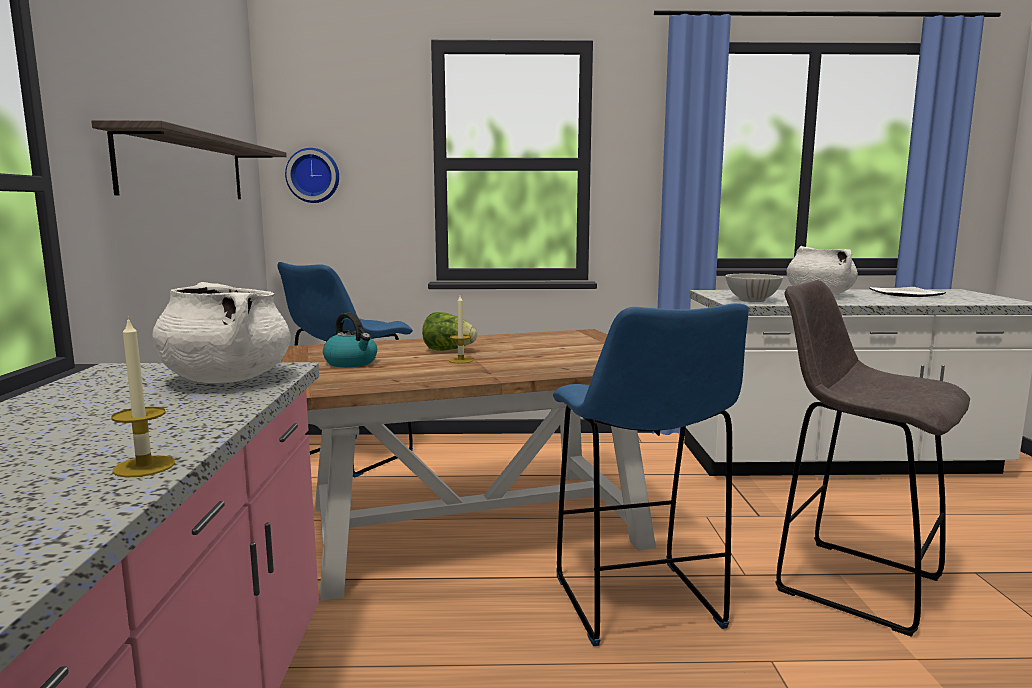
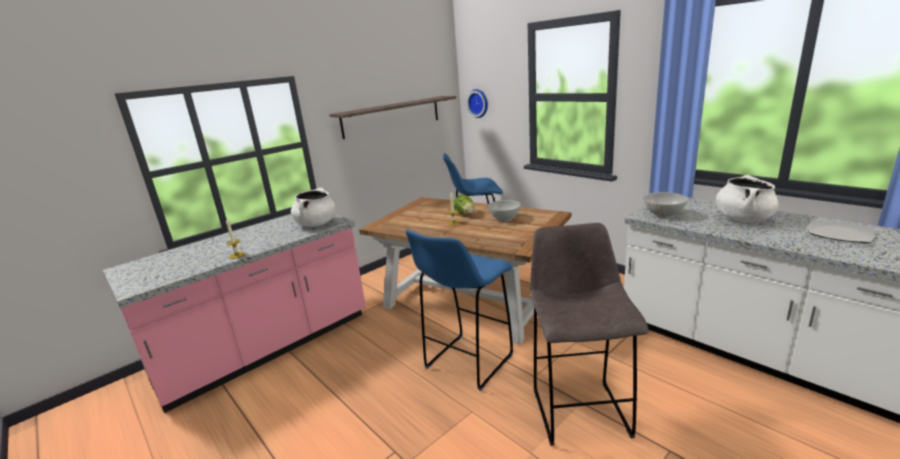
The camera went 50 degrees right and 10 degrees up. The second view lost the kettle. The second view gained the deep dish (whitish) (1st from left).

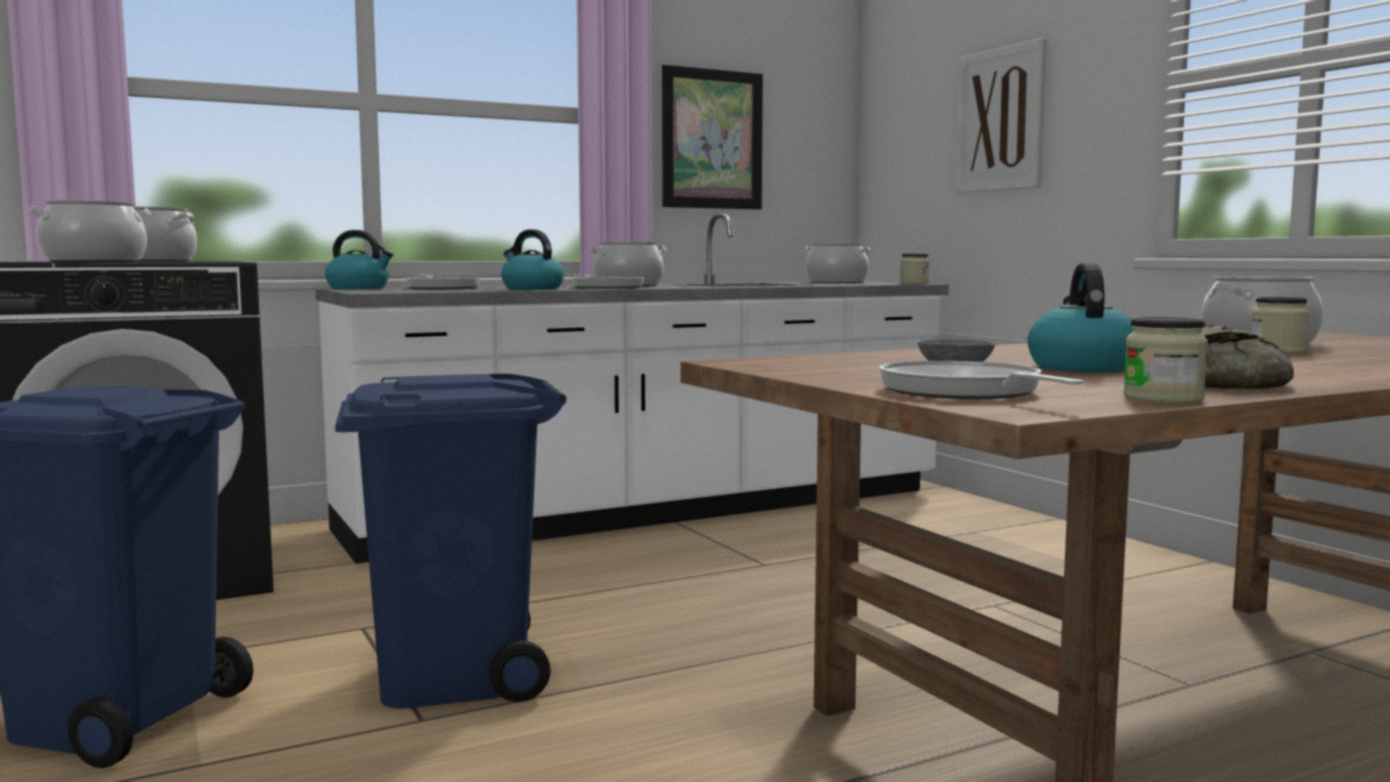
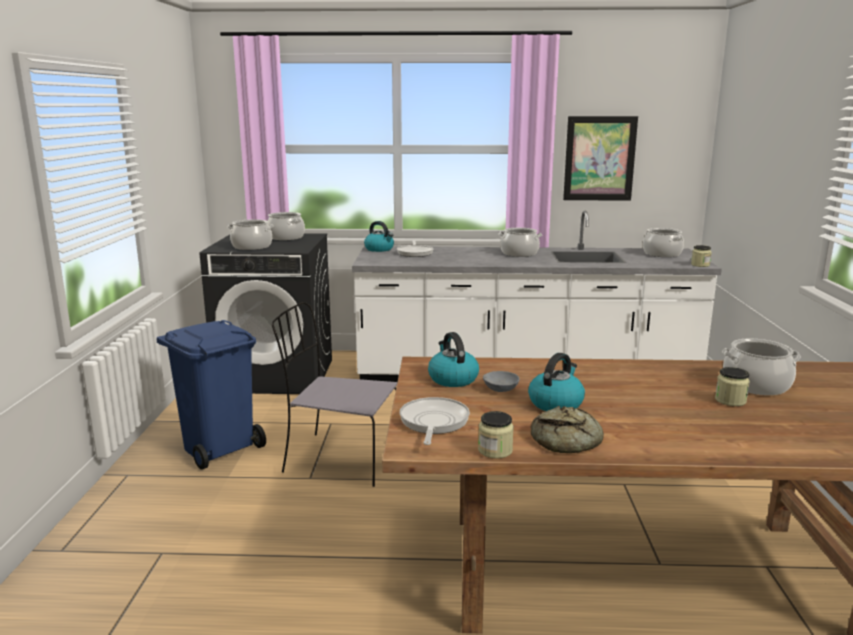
The camera went 30 degrees right and 10 degrees up. Where the rubbish bin (blue-coloured) (2nd from left) stood, the plain chair (greyish) came to stand. The kettle (2nd from left) ended up elsewhere. The second view lost the pan (2nd from left). The second view lost the wall picture (2nd from left).

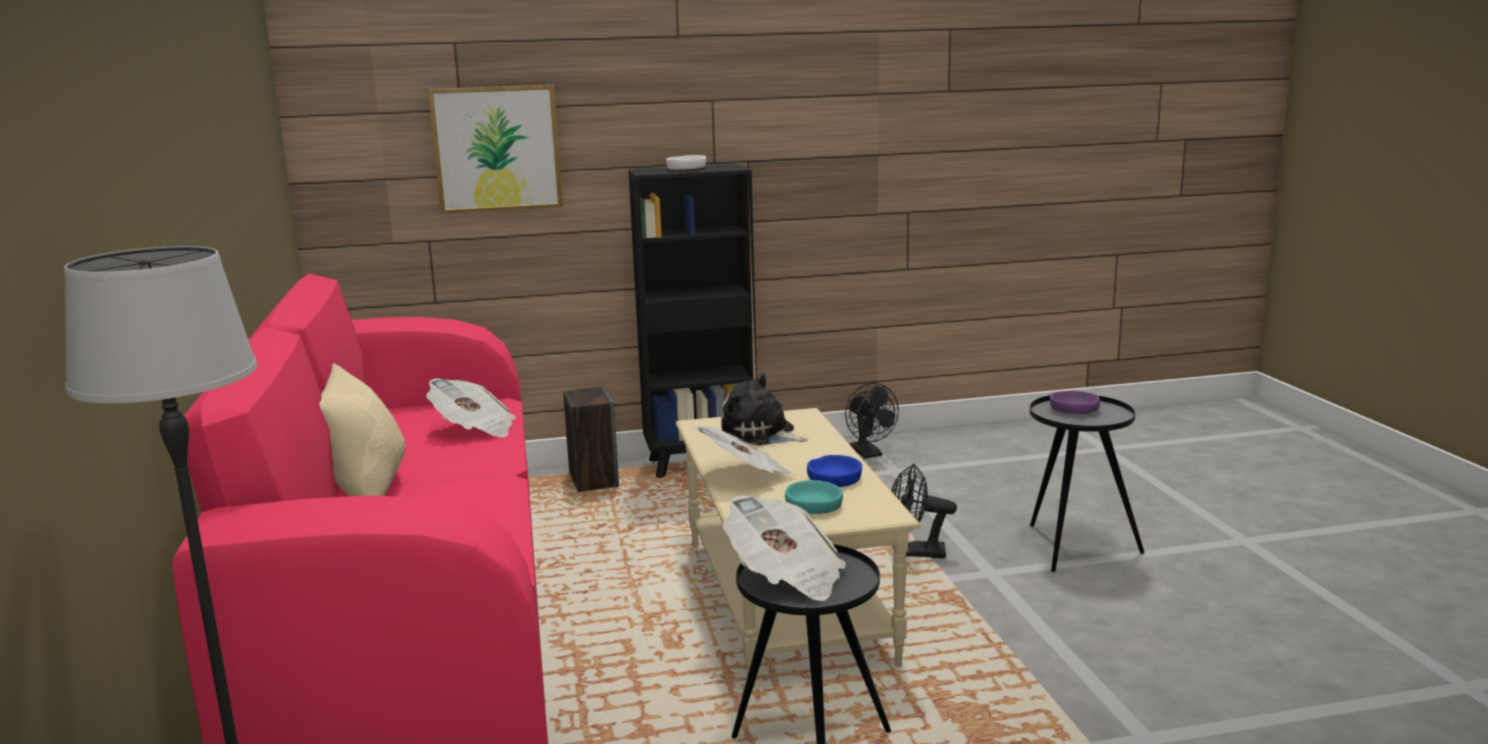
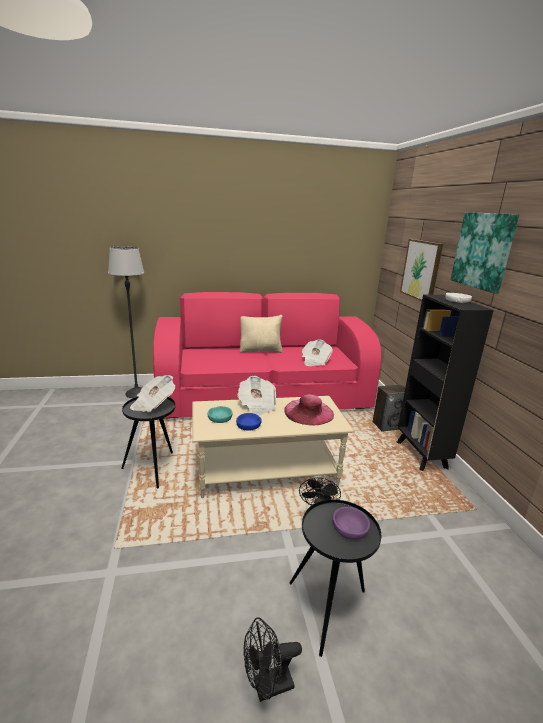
The camera went 90 degrees right and 5 degrees up. Where the soft toy stood, the hat (pink-coloured) came to stand. The fan (black) (1st from left) ended up elsewhere. The second view gained the wall picture (2nd from left).

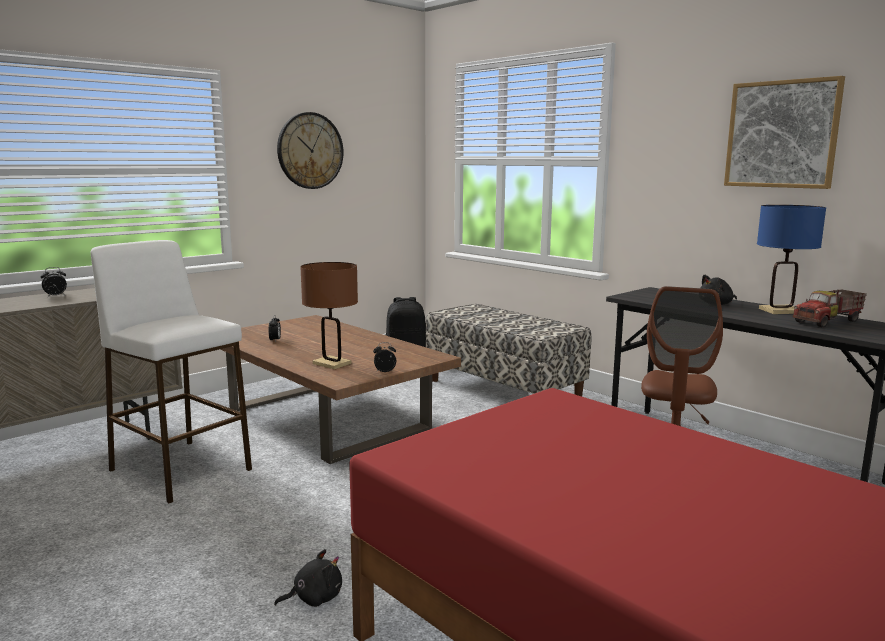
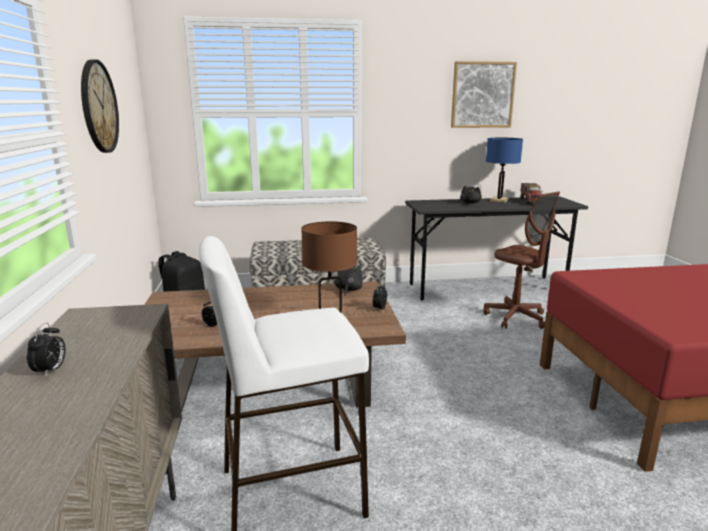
The camera went 55 degrees left and 5 degrees up. The soft toy (black) (1st from left) ended up elsewhere.

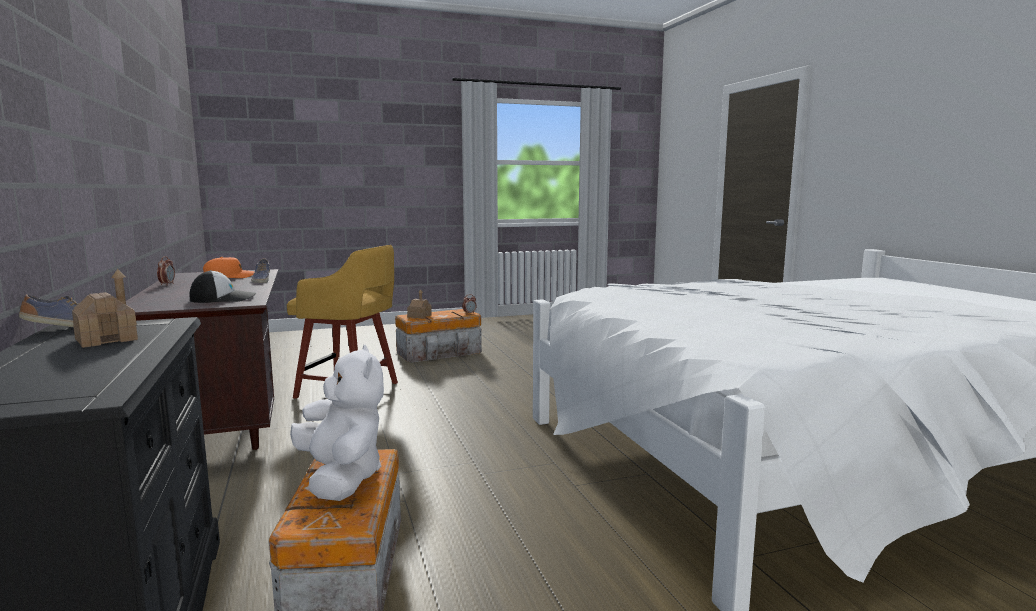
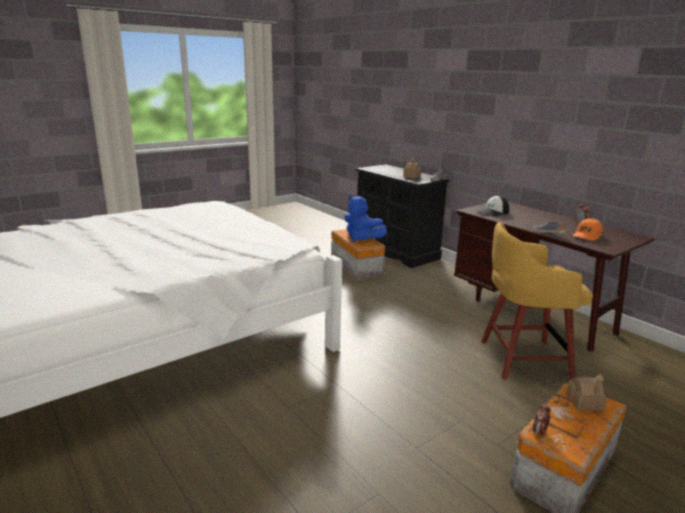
The camera went 160 degrees right and 10 degrees up. What was the soft toy (whitish) turned into the soft toy (blue-coloured).

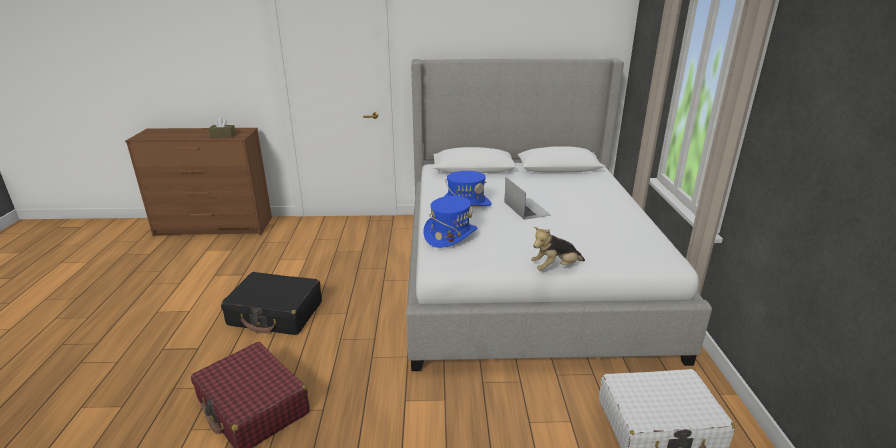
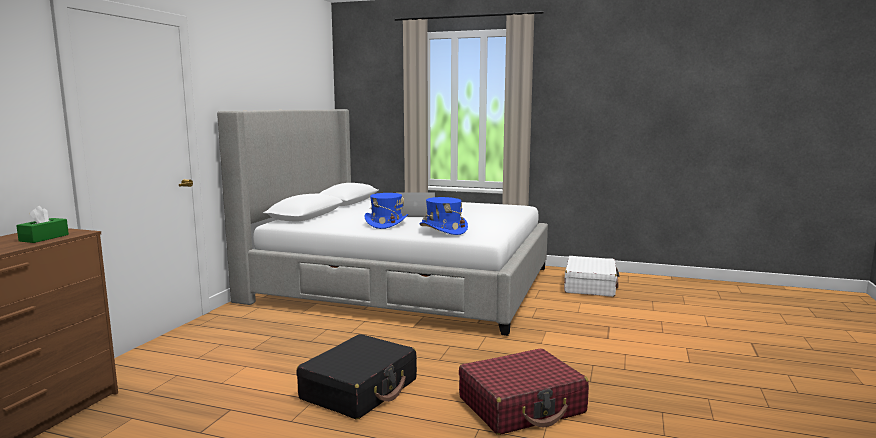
The camera went 70 degrees left and 15 degrees down. What was the tissue holder (brown) turned into the tissue holder (green-coloured). The second view lost the soft toy.

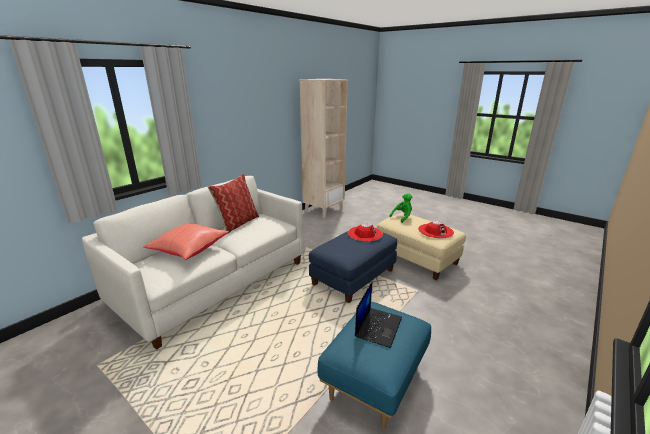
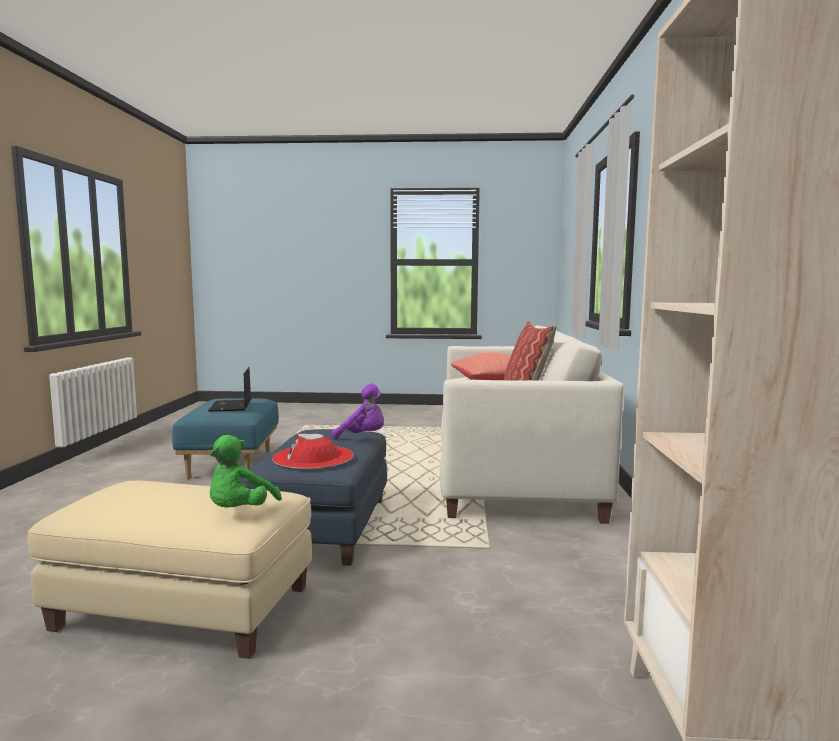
The camera went 145 degrees right and 15 degrees down. The second view lost the hat (red) (2nd from left). The second view gained the soft toy (purple).

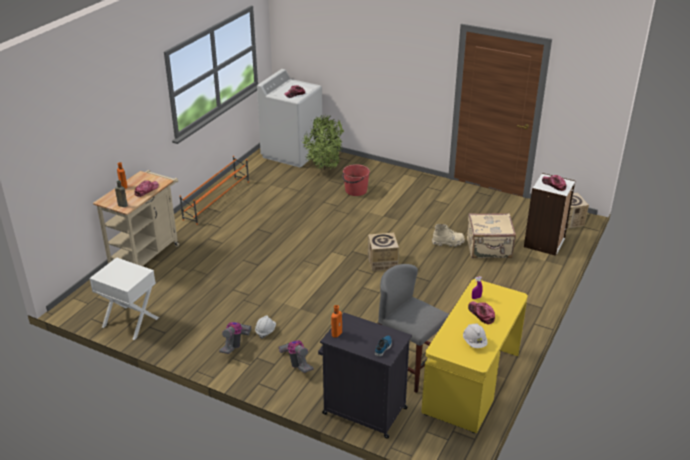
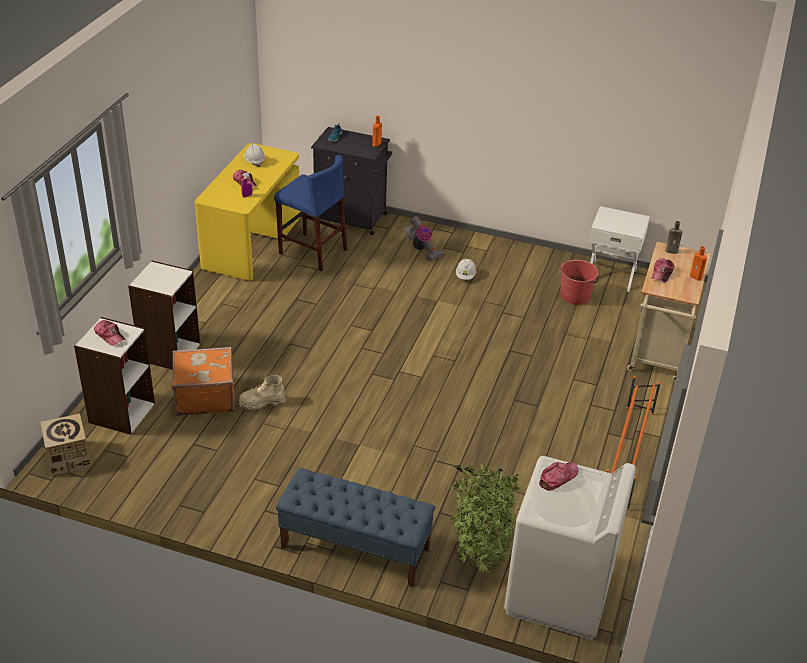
The camera went 170 degrees right and 5 degrees up. The second view lost the vacuum (1st from left). The water bucket (red) ended up elsewhere. The second view lost the cardboard box (1st from left). What was the stool seat (greyish) turned into the stool seat (blue-coloured). What was the suitcase (beige) turned into the suitcase (orange). The second view gained the bookcase (whitish) (2nd from left). The second view gained the bench (blue-coloured).

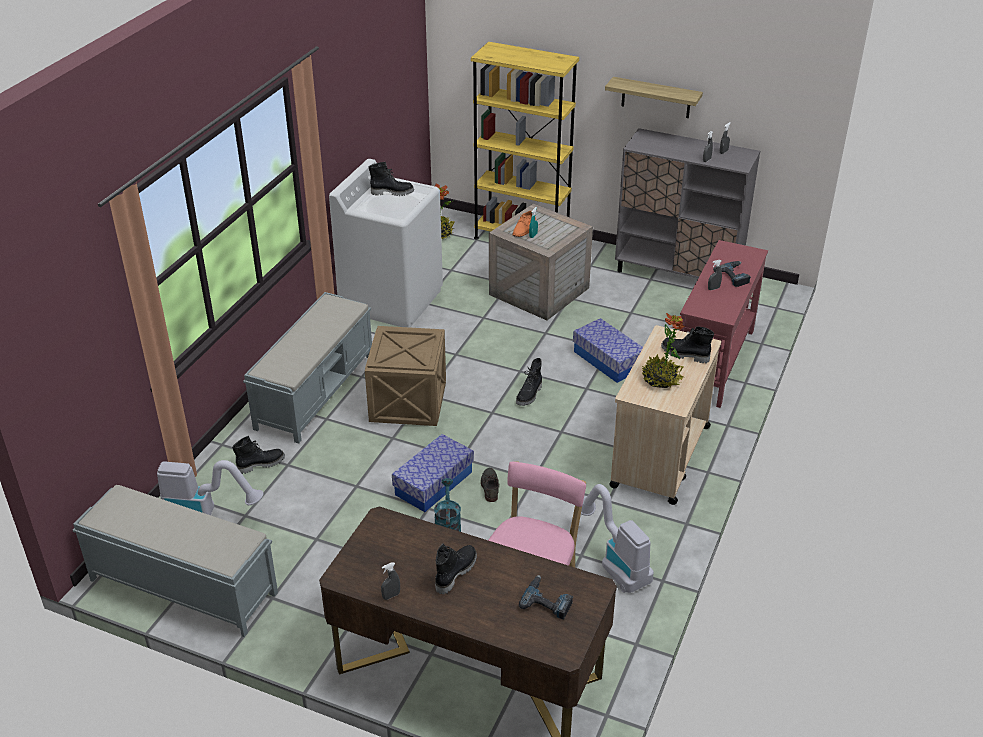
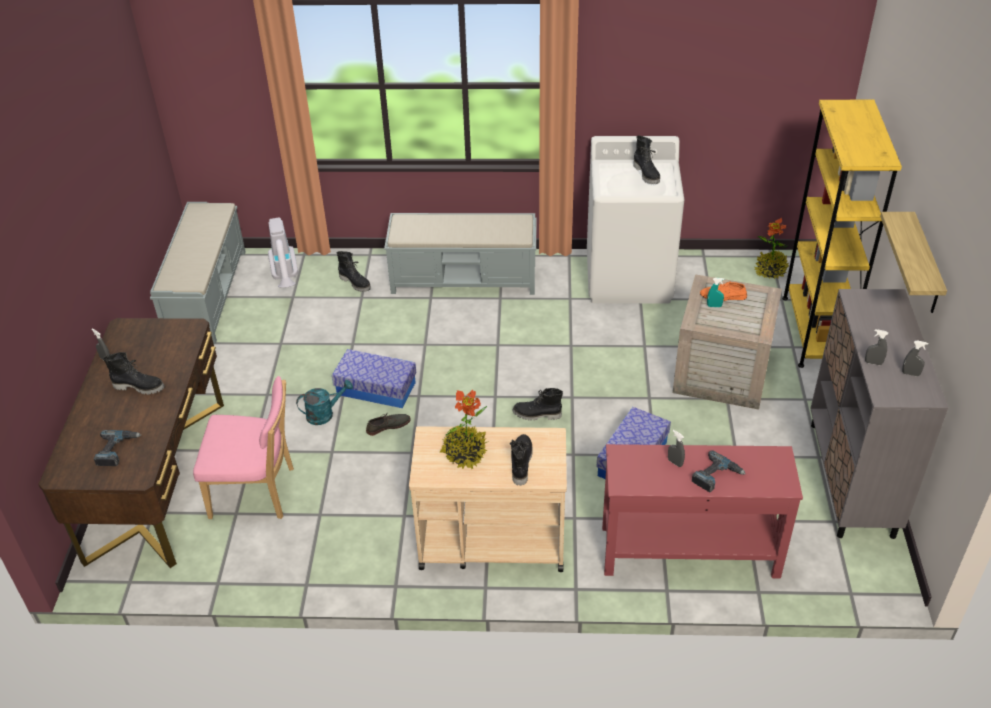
The camera went 70 degrees right and 5 degrees up. The second view lost the crate (1st from left). The second view lost the vacuum (2nd from left).

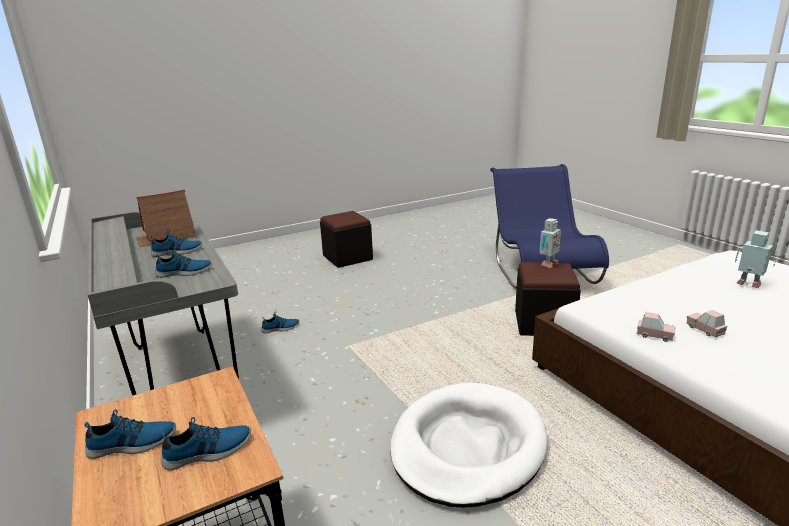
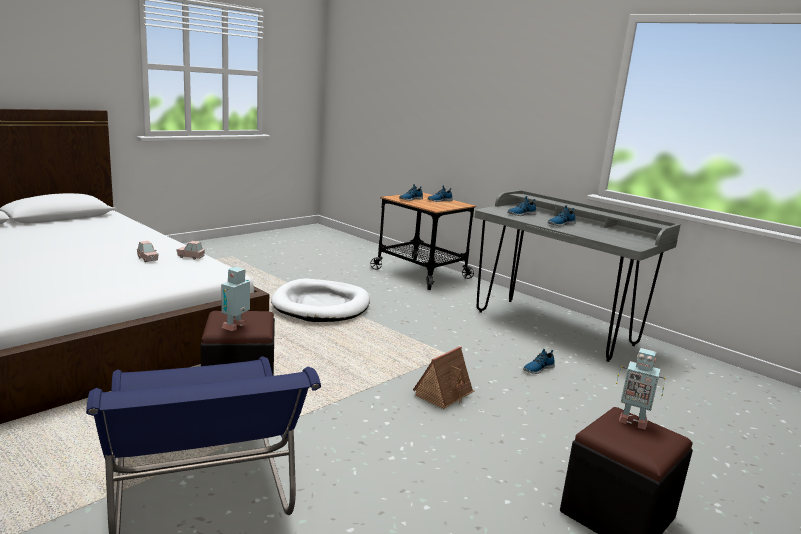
The camera went 160 degrees right and 5 degrees down. The miniature house ended up elsewhere. The robot figure (2nd from left) ended up elsewhere.

